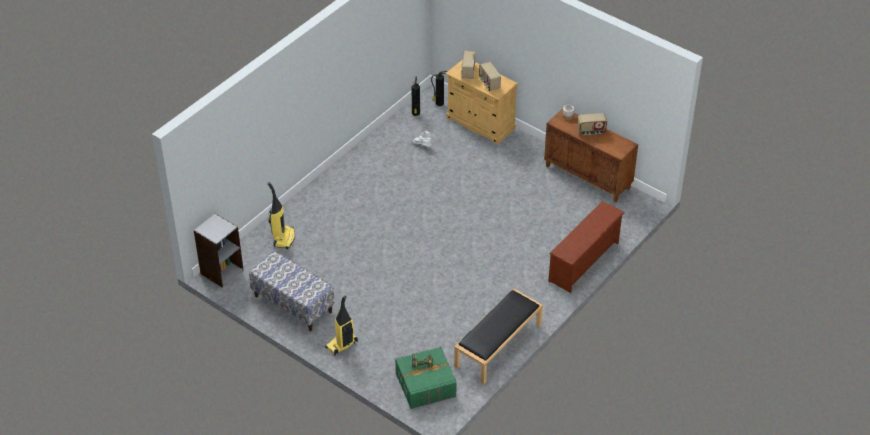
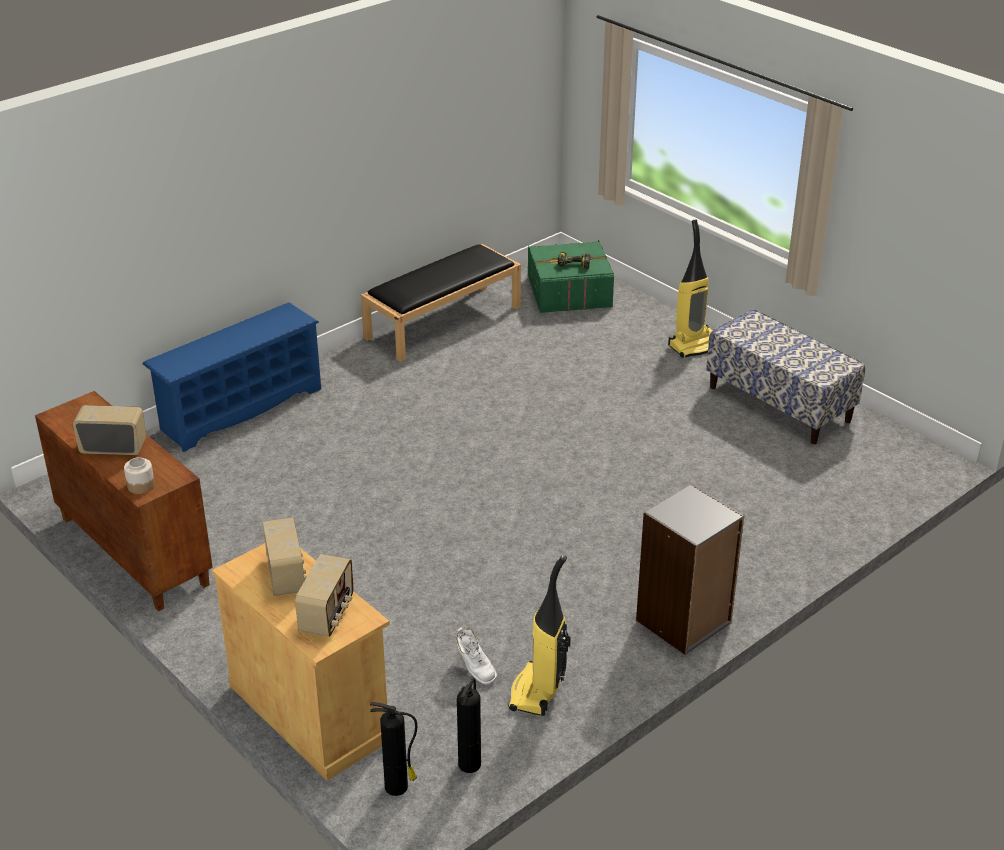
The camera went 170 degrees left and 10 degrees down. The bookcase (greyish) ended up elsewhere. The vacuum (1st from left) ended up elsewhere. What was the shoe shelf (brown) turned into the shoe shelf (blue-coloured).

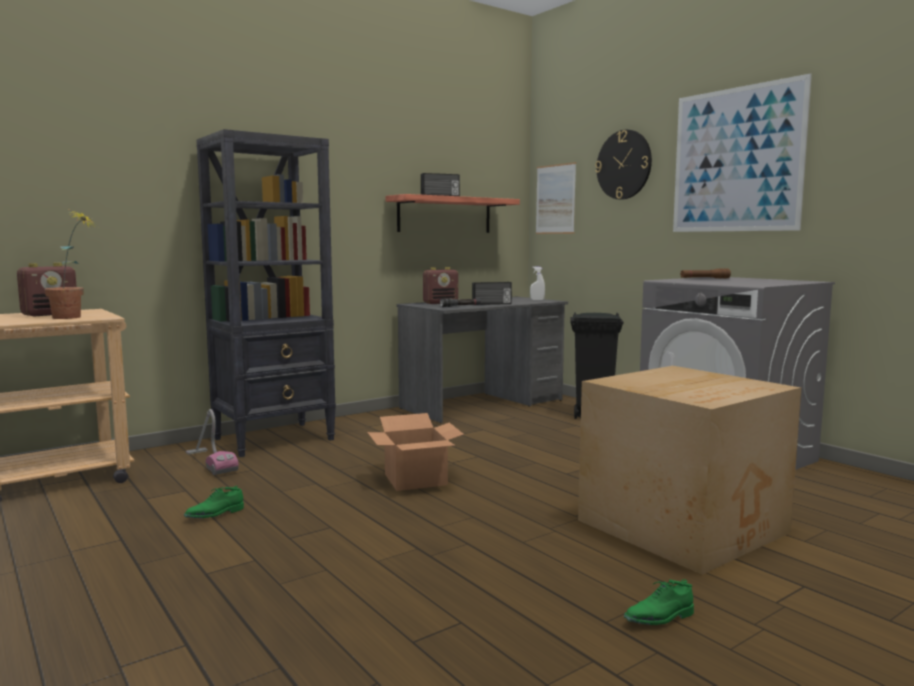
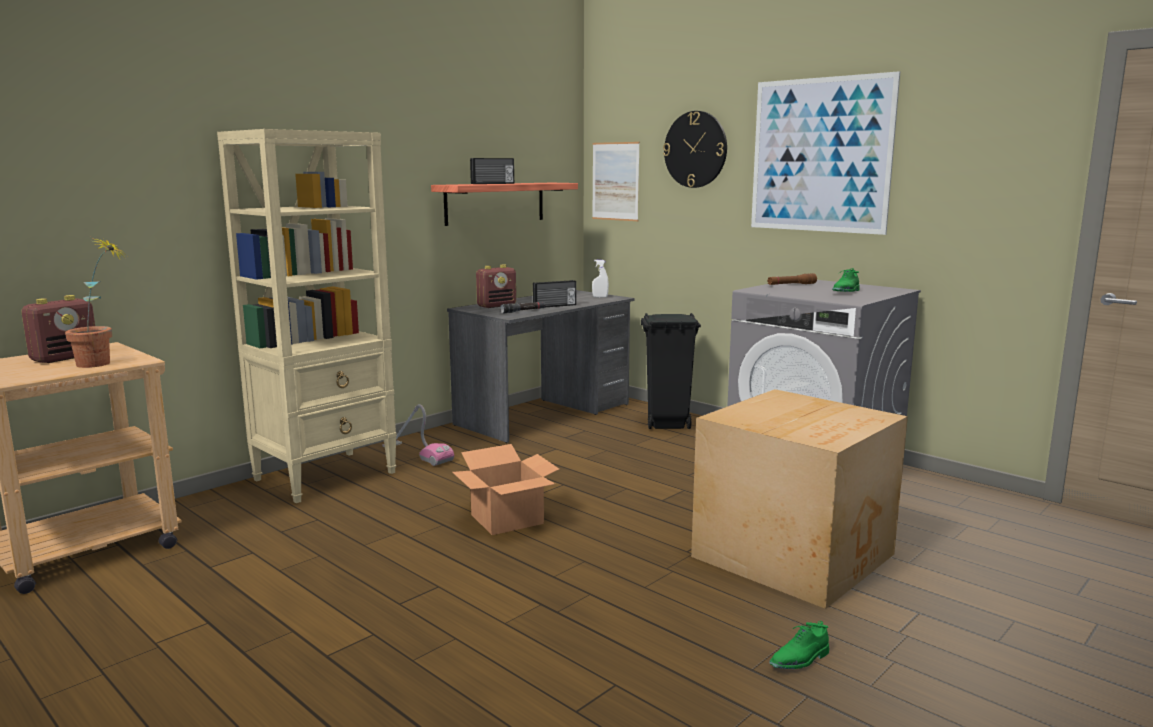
The camera went 10 degrees left and 5 degrees up. The low shoe (green-coloured) (1st from left in the first image) ended up elsewhere. The vacuum ended up elsewhere. What was the bookcase (black) turned into the bookcase (beige).

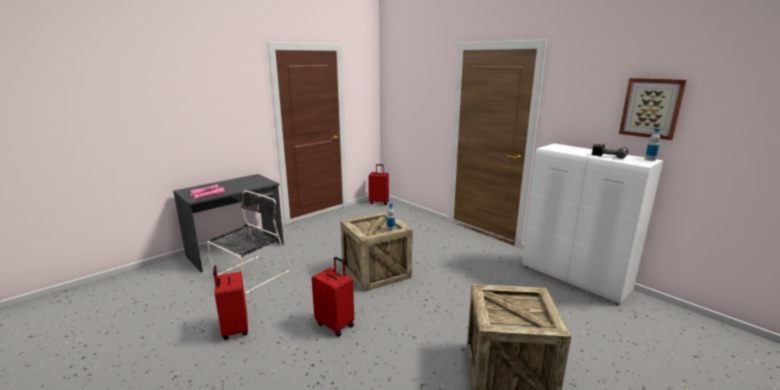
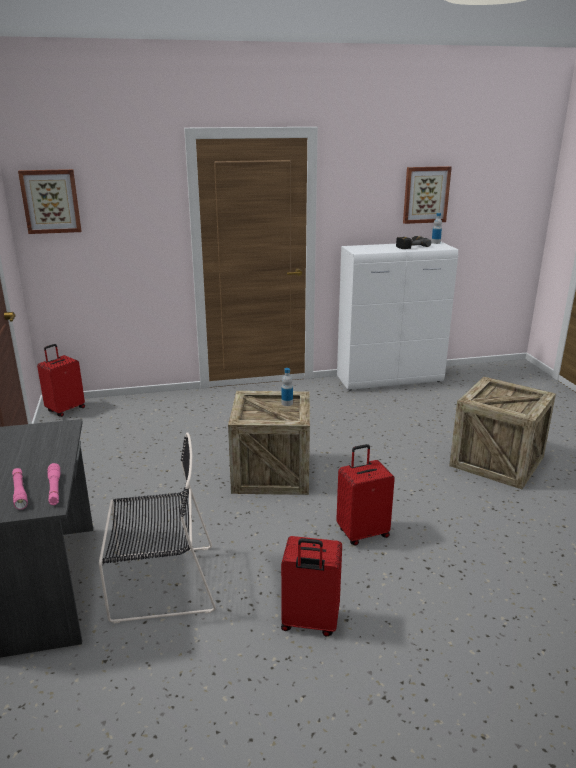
The camera went 60 degrees left and 5 degrees up. The plain chair (black) ended up facing another way, 105 degrees clockwise from before. The second view gained the wall picture (1st from left).

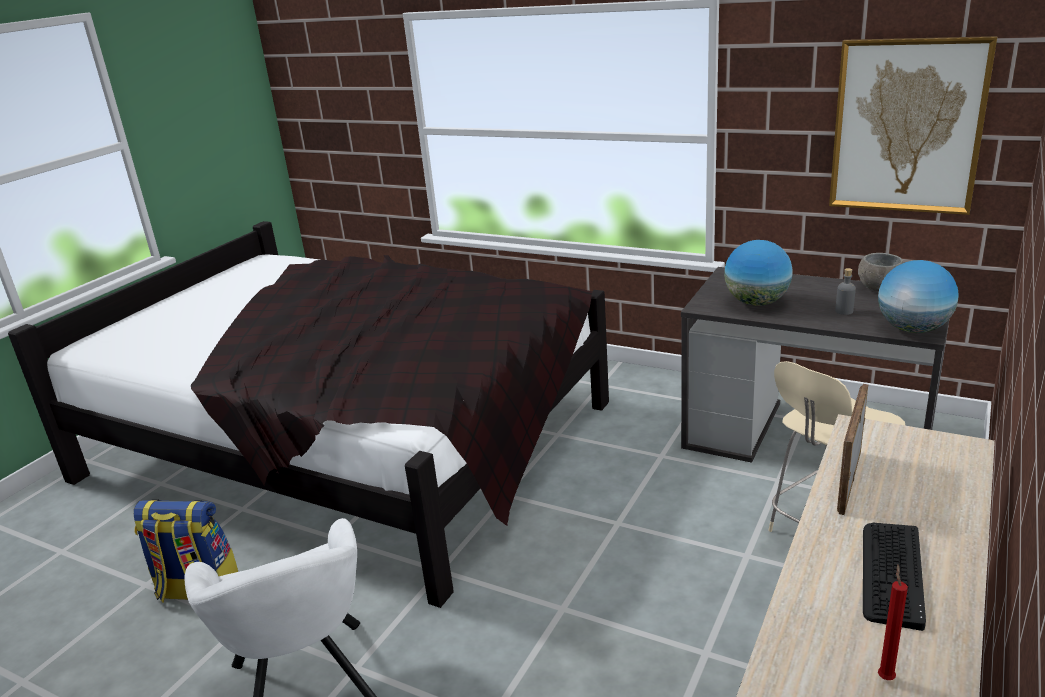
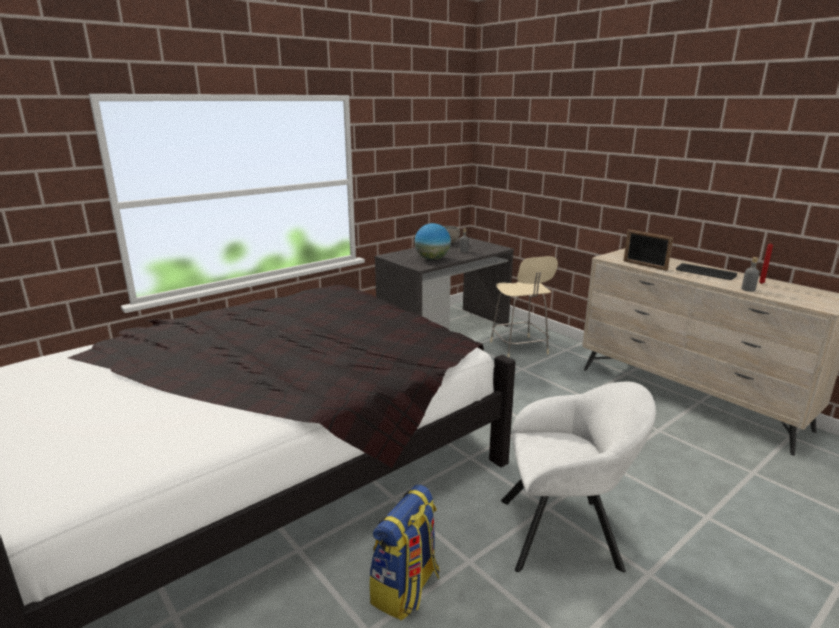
The camera went 70 degrees left and 5 degrees down. The second view lost the wall picture. The second view lost the world globe (2nd from left). The second view gained the bottle (greyish) (2nd from left).

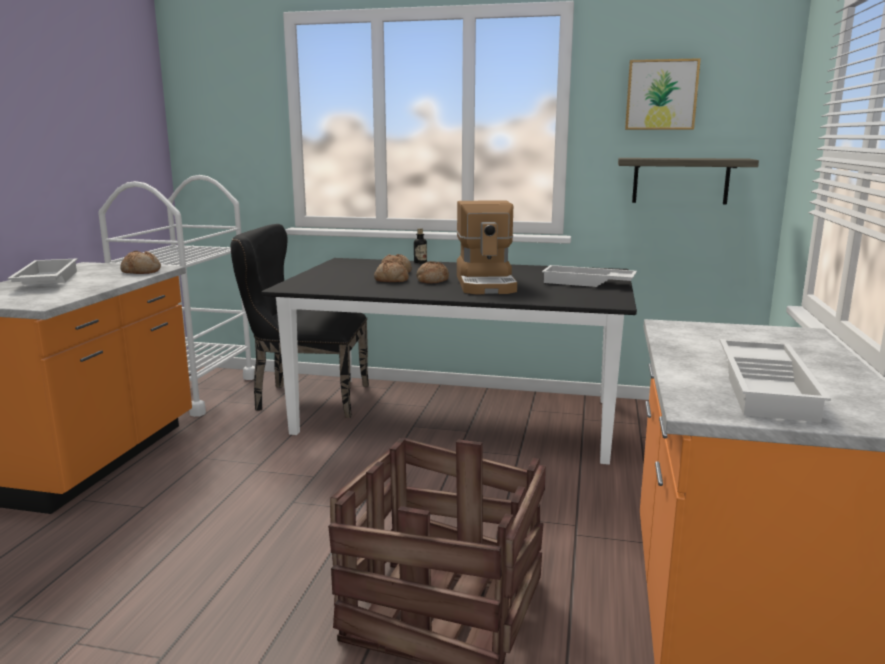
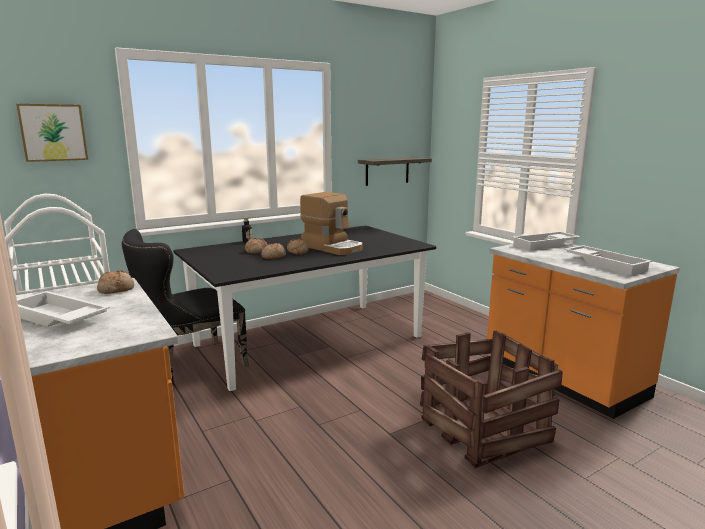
The camera went 45 degrees left and 0 degrees up. The tray (whitish) (2nd from left) ended up elsewhere. The wall picture ended up elsewhere.

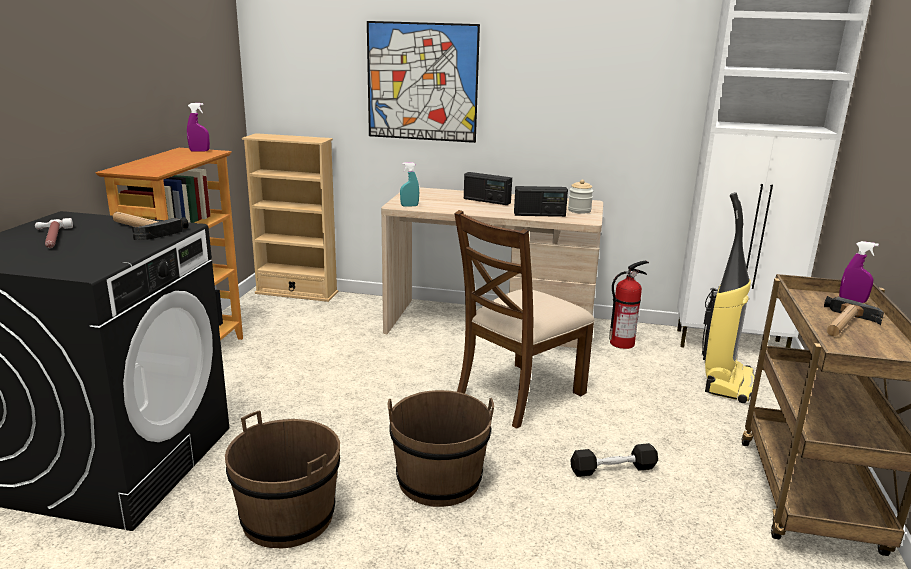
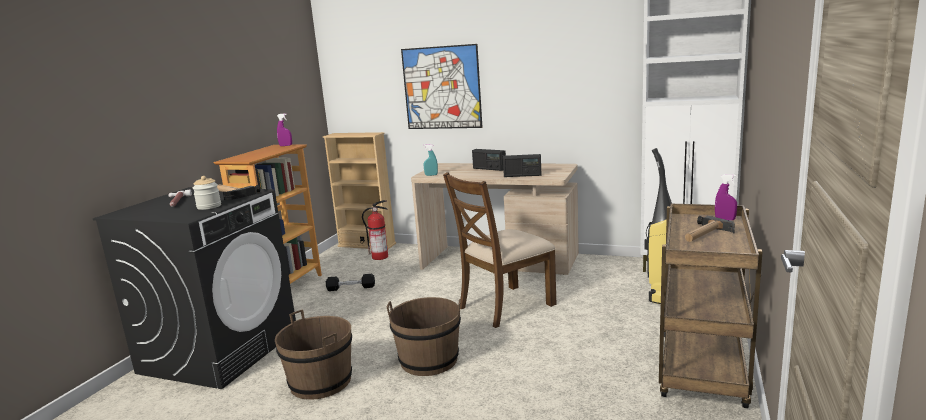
The camera went 10 degrees right and 5 degrees down. The storage jar ended up elsewhere. The free weight (black) ended up elsewhere. The fire extinguisher ended up elsewhere.

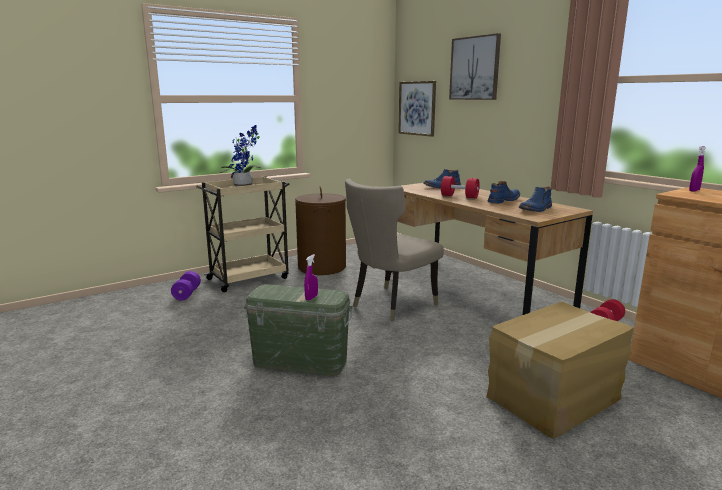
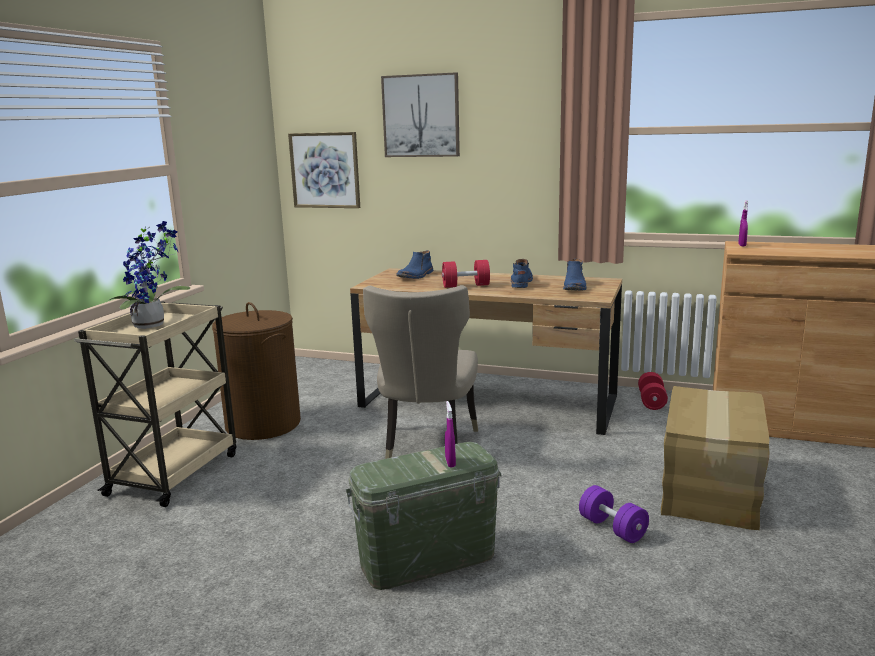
The camera went 35 degrees left and 0 degrees up. The free weight (purple) ended up elsewhere.

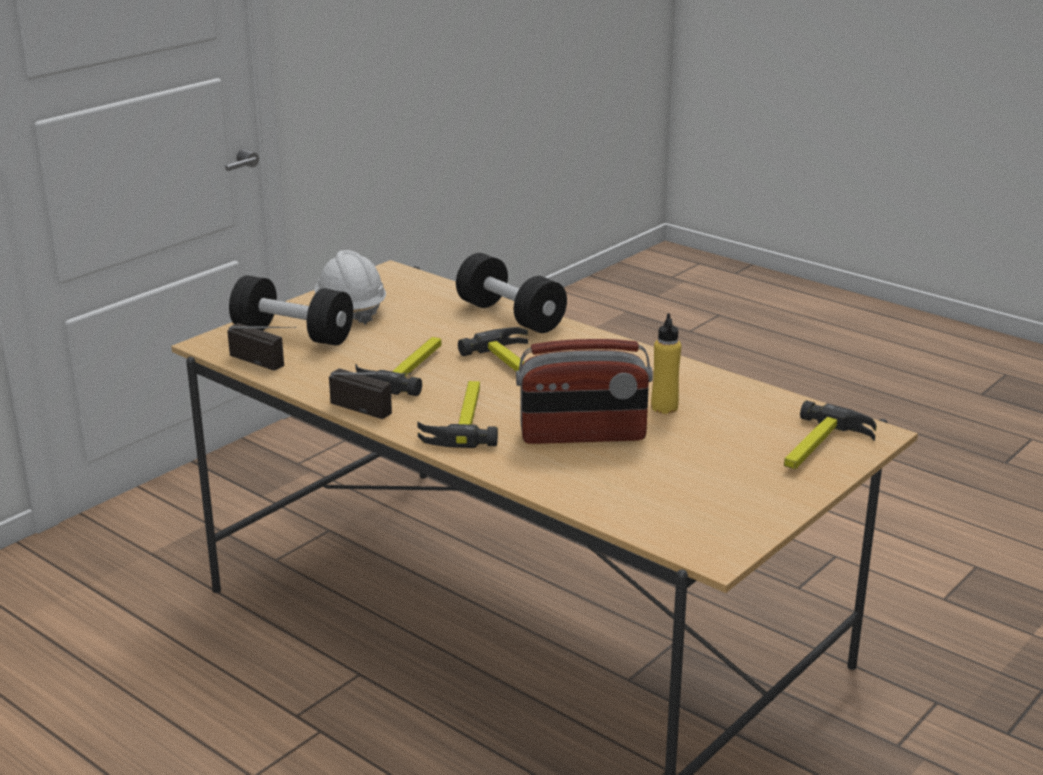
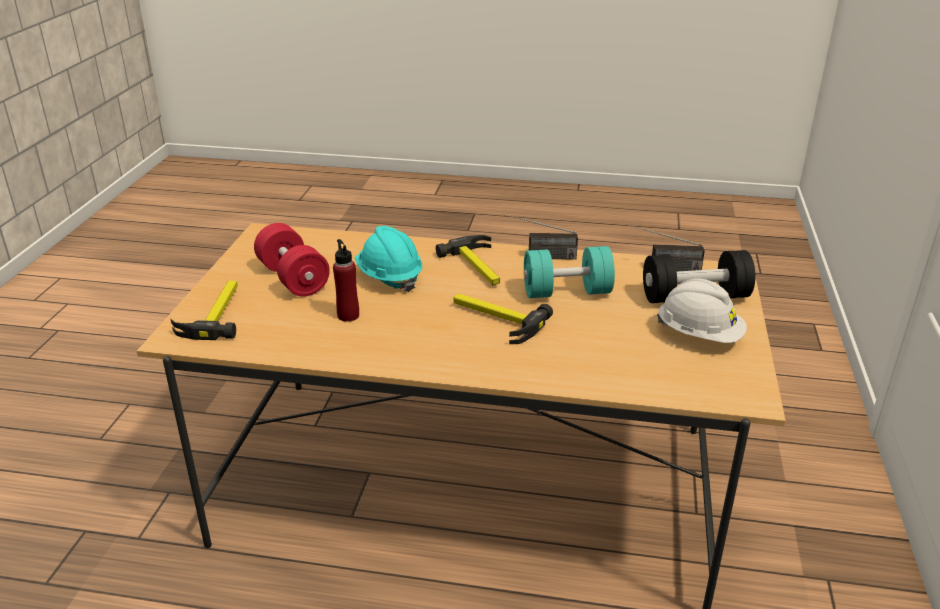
The camera went 150 degrees right and 5 degrees up. Where the hammer (1st from left) stood, the free weight (turquoise) came to stand. The second view lost the free weight (black) (2nd from left). Where the radio set (3rd from left) stood, the work helmet (turquoise) came to stand. What was the bottle (yellow) turned into the bottle (red). The second view gained the free weight (red).

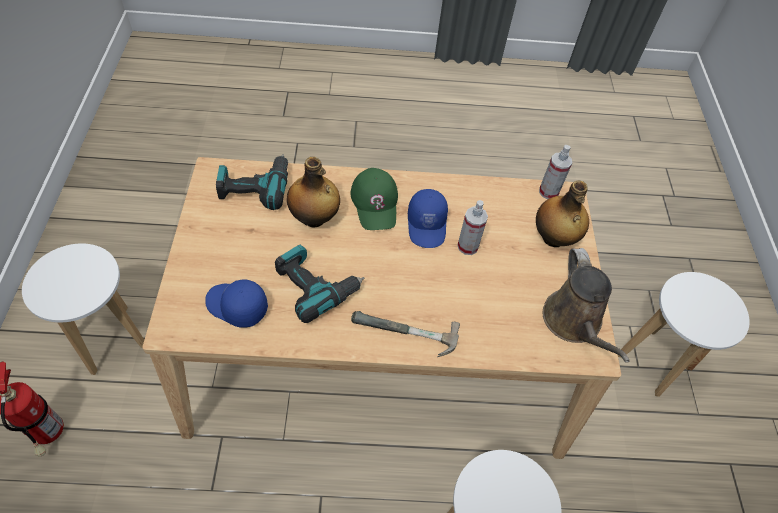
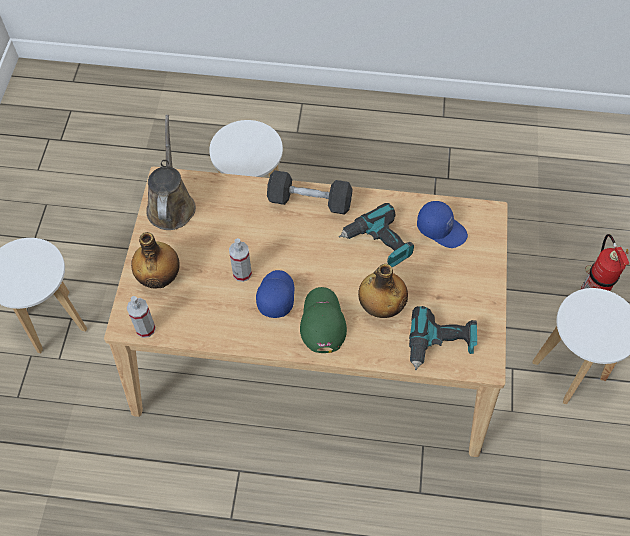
The camera went 170 degrees left and 5 degrees up. Where the hammer stood, the free weight (greyish) came to stand.

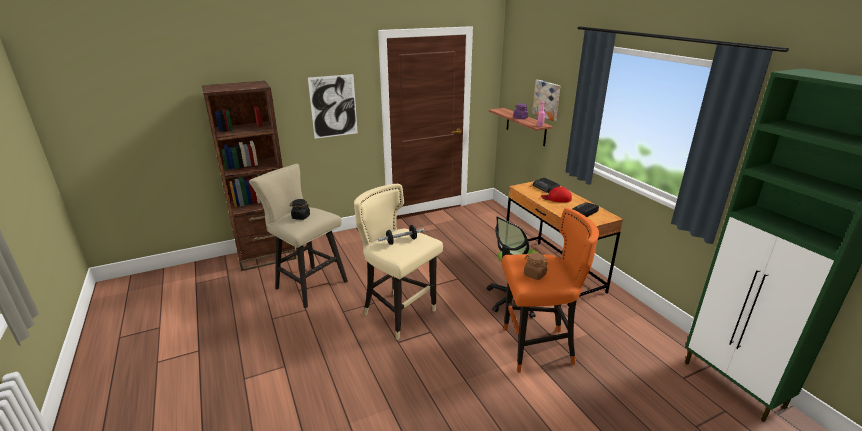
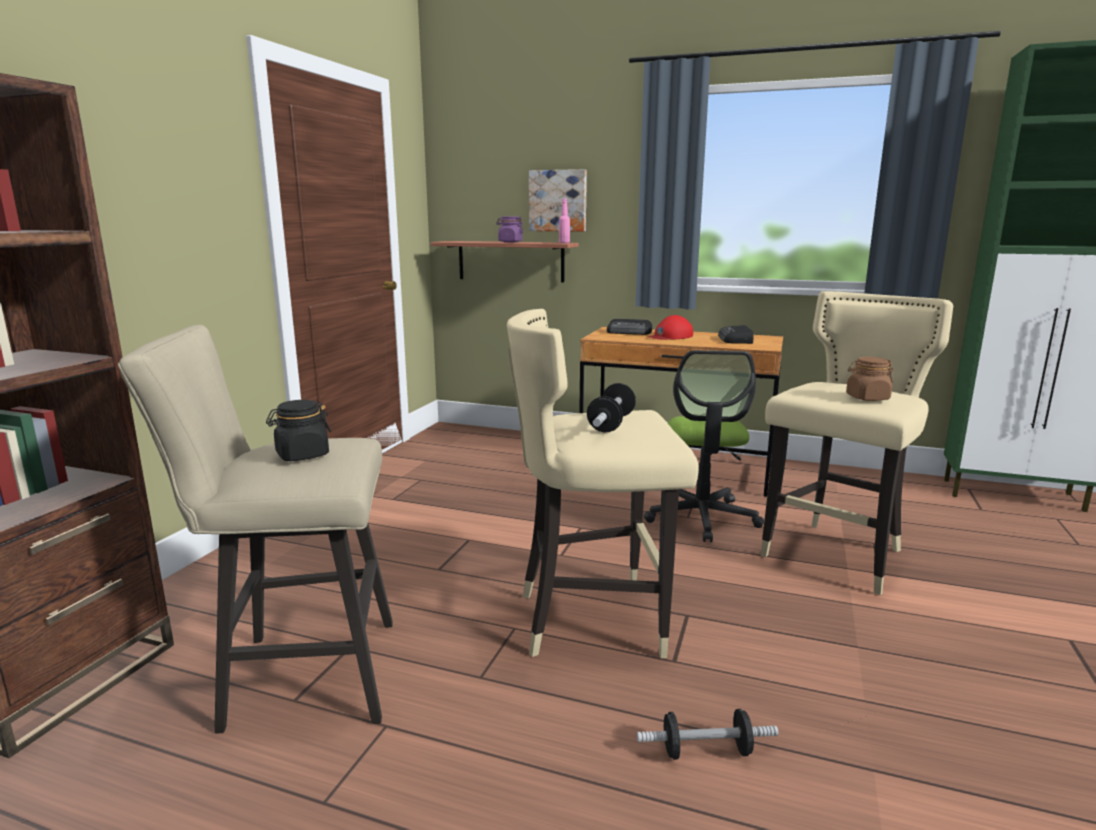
The camera went 45 degrees left and 10 degrees down. The second view lost the wall picture (1st from left). What was the stool seat (orange) turned into the stool seat (beige) (3rd from left). The second view gained the free weight (2nd from left).

